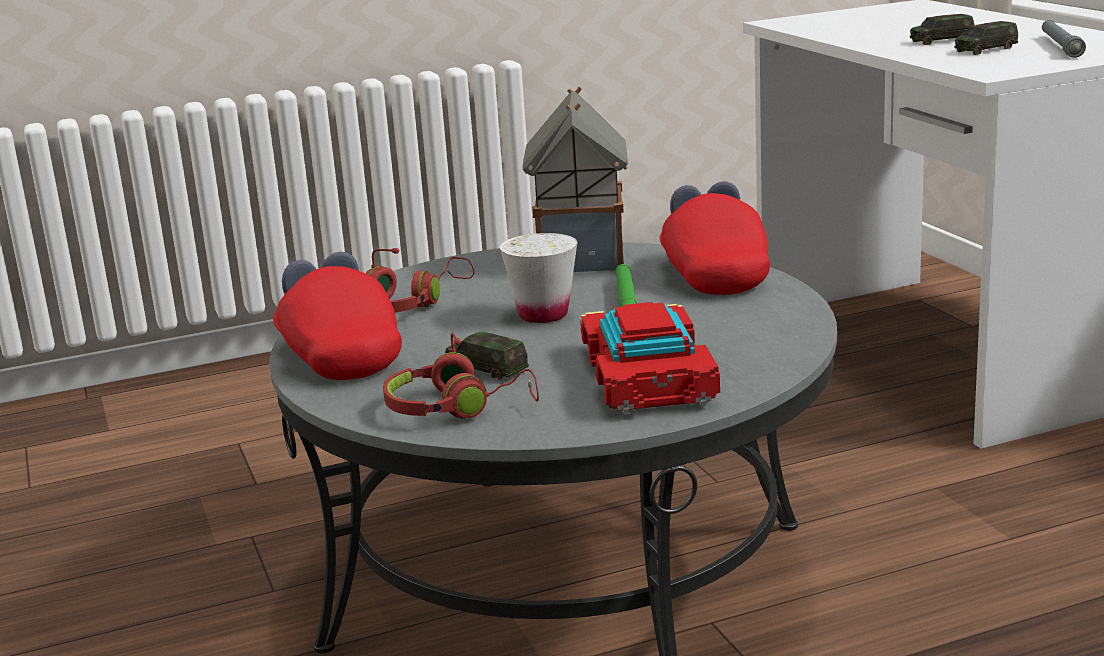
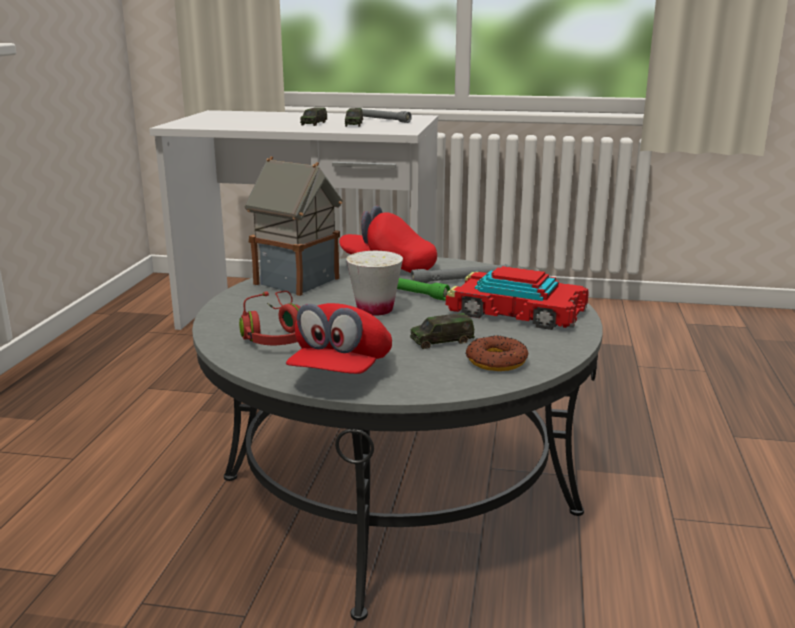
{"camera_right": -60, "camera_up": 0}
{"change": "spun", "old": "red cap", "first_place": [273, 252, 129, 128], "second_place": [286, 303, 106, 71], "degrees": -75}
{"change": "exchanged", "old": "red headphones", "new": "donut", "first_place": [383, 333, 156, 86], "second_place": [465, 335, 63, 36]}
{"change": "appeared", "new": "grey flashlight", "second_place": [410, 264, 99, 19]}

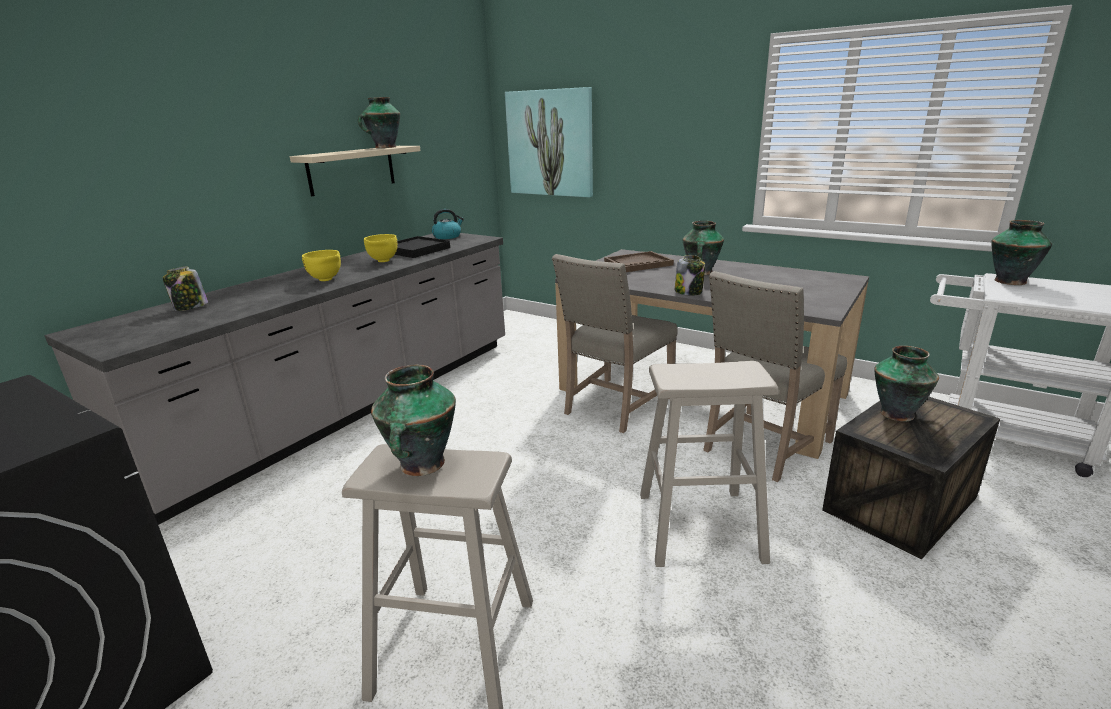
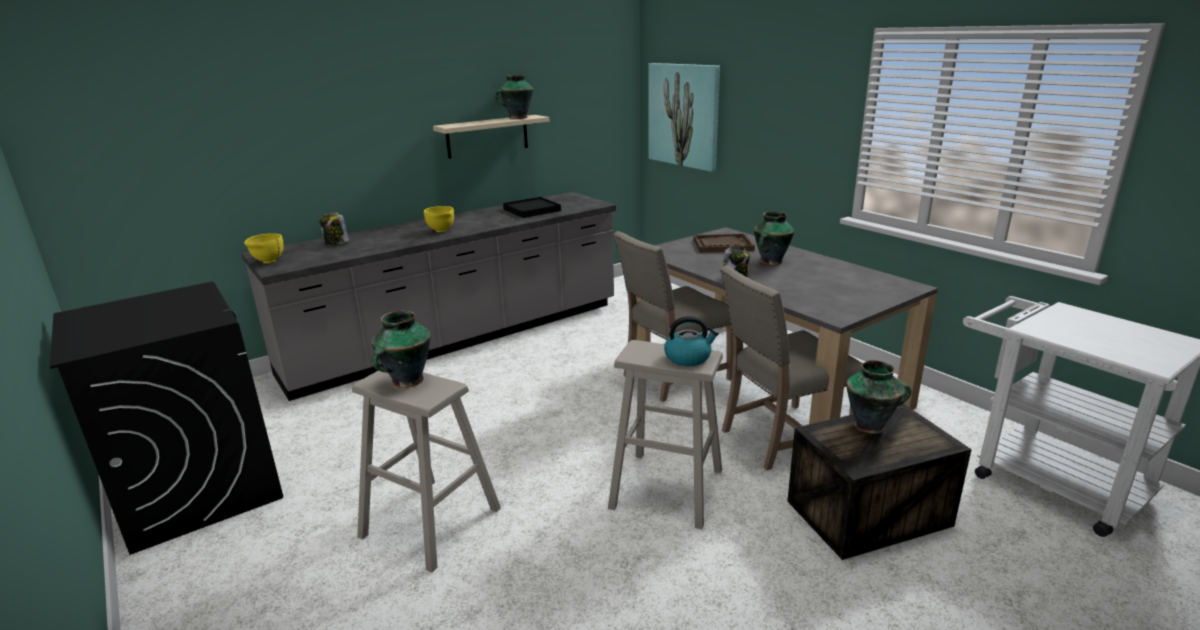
{"camera_right": 20, "camera_up": 0}
{"change": "relocated", "old": "kettle", "first_place": [432, 209, 32, 30], "second_place": [664, 316, 55, 50]}
{"change": "missing", "old": "vase", "first_place": [991, 220, 61, 65]}
{"change": "relocated", "old": "yellow bowl", "first_place": [364, 234, 33, 28], "second_place": [244, 233, 40, 30]}

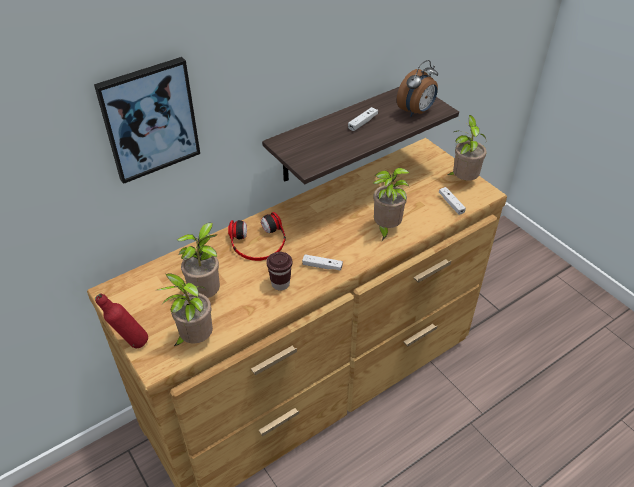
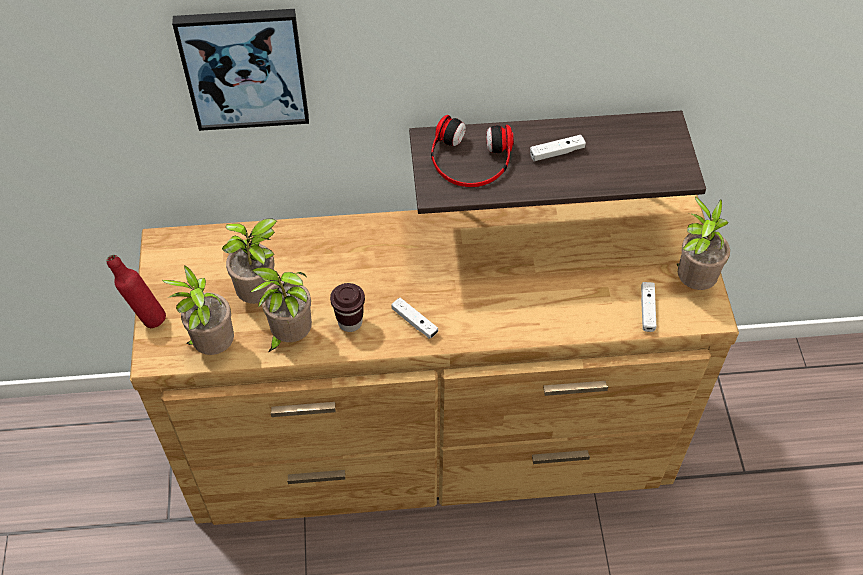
{"camera_right": 30, "camera_up": 10}
{"change": "missing", "old": "alarm clock", "first_place": [397, 60, 41, 57]}
{"change": "relocated", "old": "potted plant", "first_place": [373, 168, 37, 73], "second_place": [250, 267, 62, 85]}
{"change": "relocated", "old": "headphones", "first_place": [228, 212, 58, 49], "second_place": [431, 115, 83, 72]}

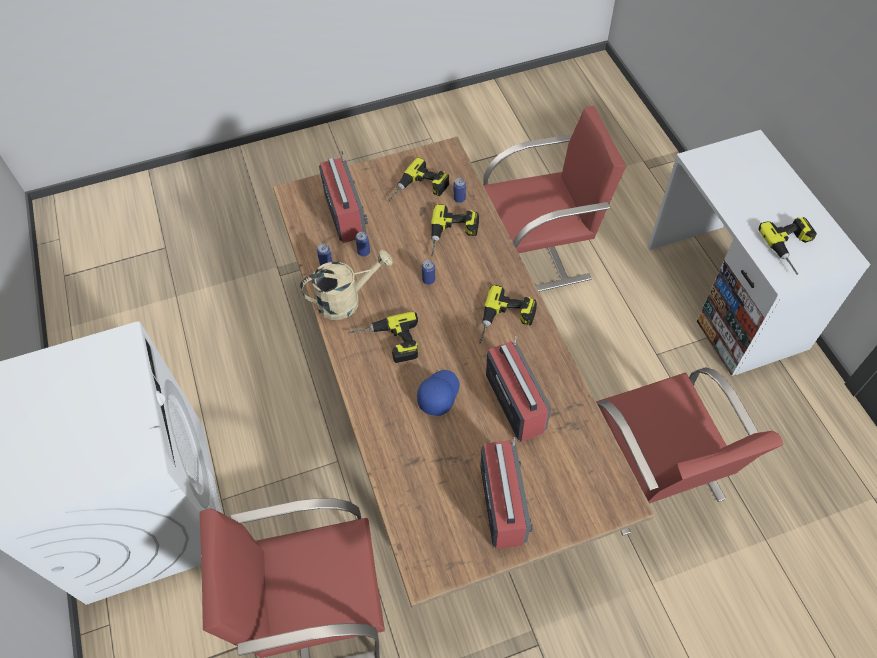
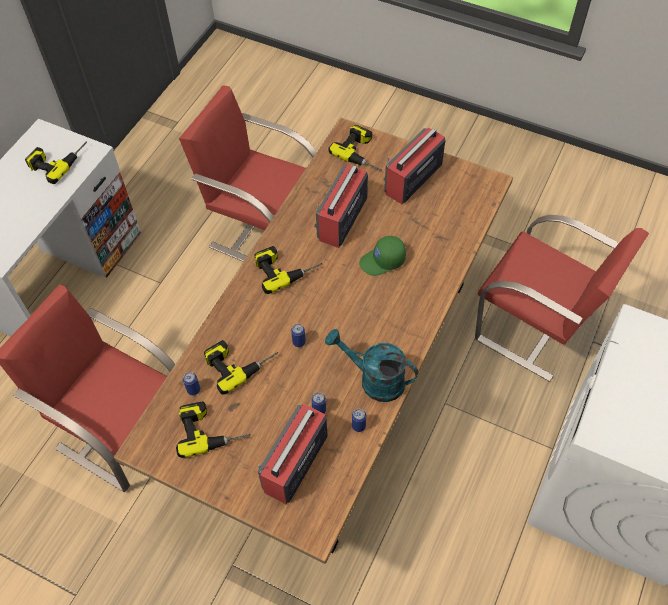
{"camera_right": -135, "camera_up": 0}
{"change": "colour", "old": "beige watering can", "new": "turquoise watering can", "first_place": [300, 250, 93, 70], "second_place": [325, 329, 93, 73]}
{"change": "relocated", "old": "power drill", "first_place": [348, 311, 71, 52], "second_place": [328, 125, 54, 46]}
{"change": "spun", "old": "red chair", "first_place": [596, 367, 188, 168], "second_place": [179, 86, 138, 176], "degrees": -90}
{"change": "colour", "old": "blue cap", "new": "green cap", "first_place": [417, 370, 42, 46], "second_place": [359, 236, 47, 40]}

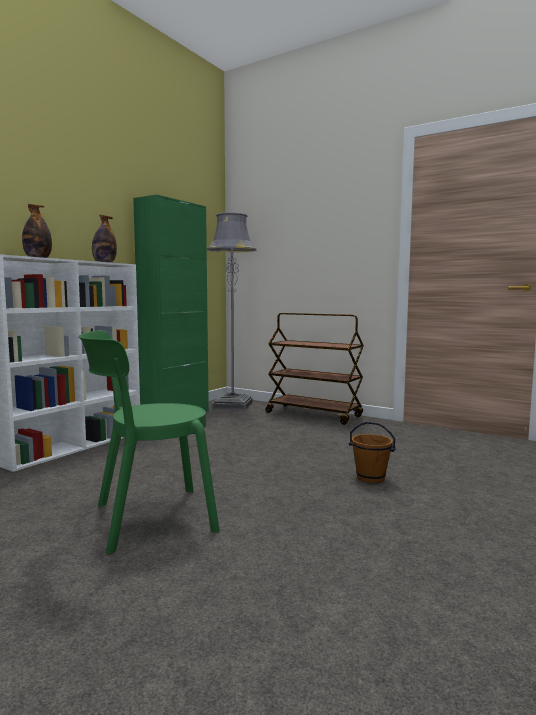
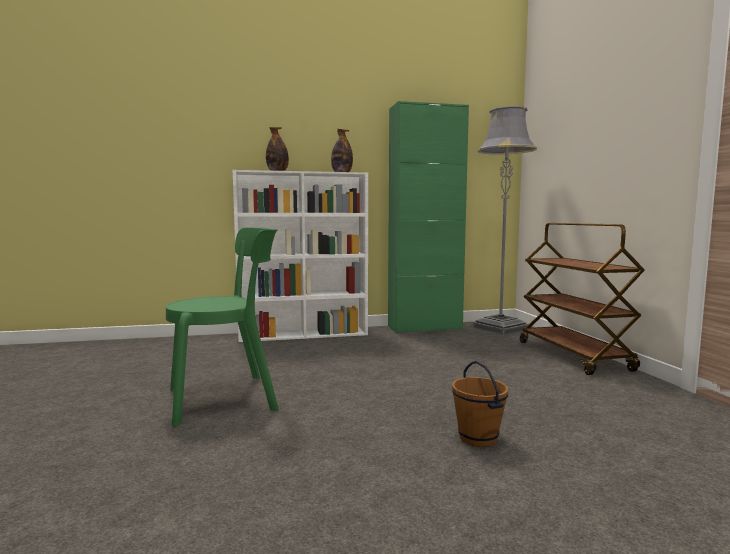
{"camera_right": 45, "camera_up": 0}
{"change": "spun", "old": "green chair", "first_place": [79, 330, 141, 224], "second_place": [166, 227, 113, 199], "degrees": 135}

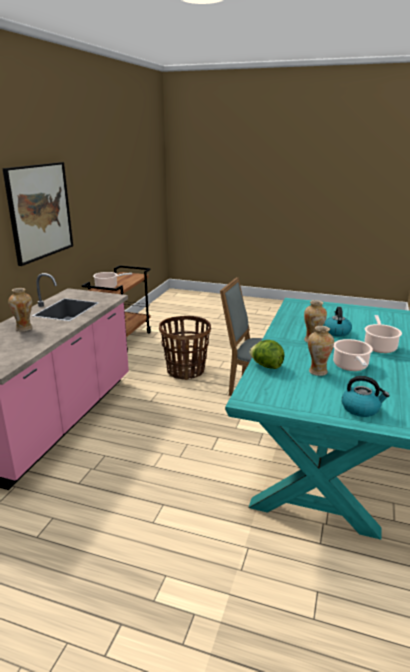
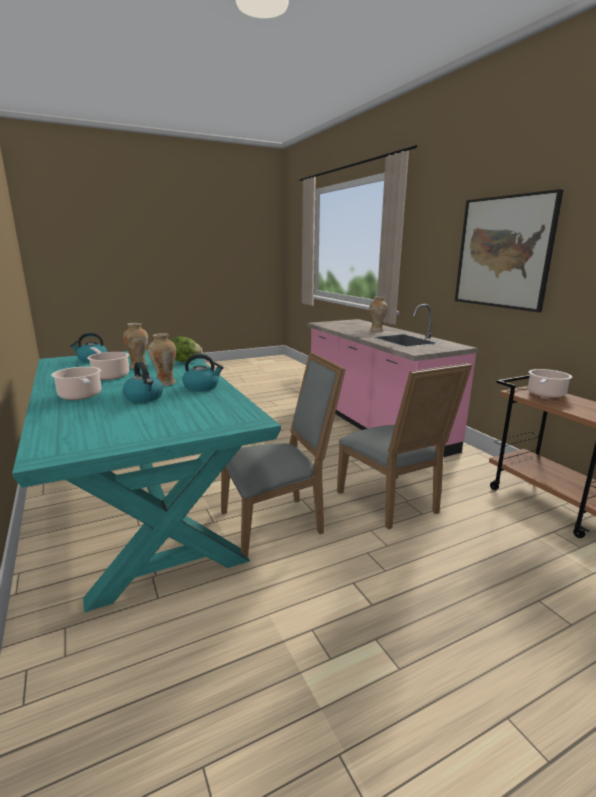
{"camera_right": 135, "camera_up": -5}
{"change": "exchanged", "old": "basket", "new": "grey chair", "first_place": [159, 316, 52, 64], "second_place": [337, 363, 135, 166]}
{"change": "appeared", "new": "kettle", "second_place": [182, 354, 42, 37]}

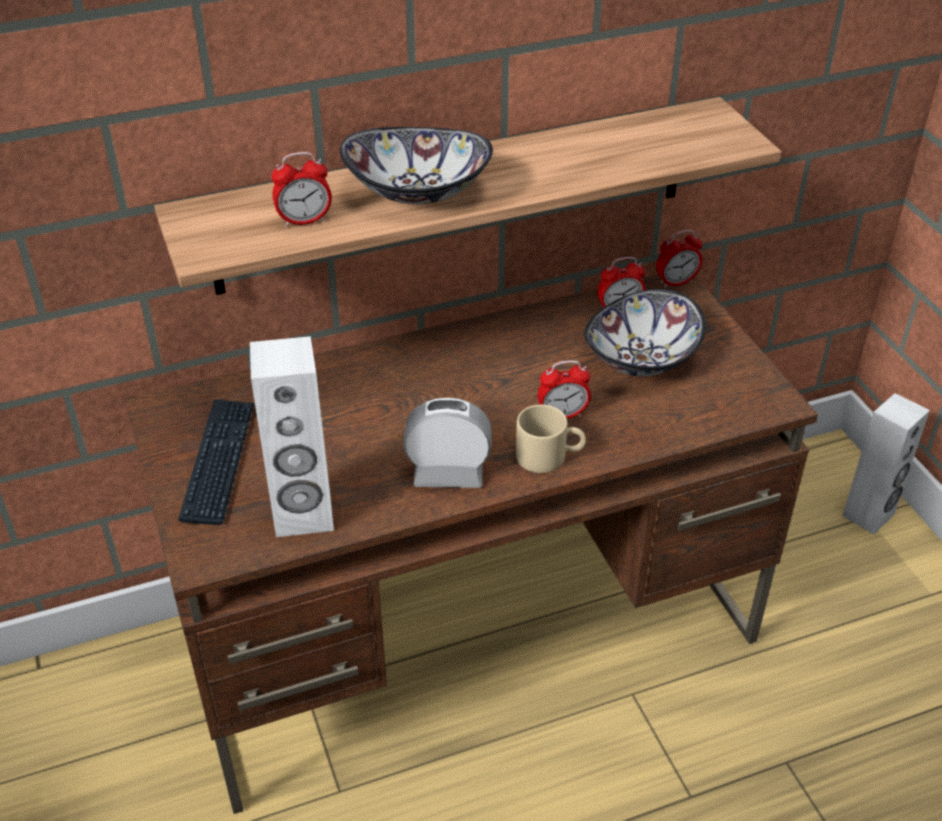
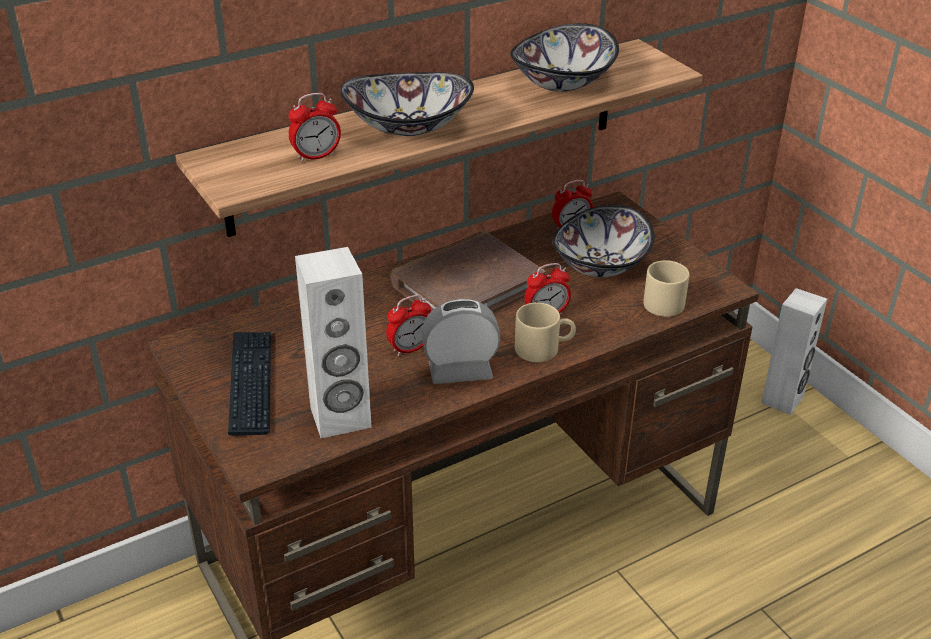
{"camera_right": -10, "camera_up": -5}
{"change": "relocated", "old": "alarm clock", "first_place": [656, 230, 47, 58], "second_place": [386, 295, 45, 61]}
{"change": "appeared", "new": "bowl", "second_place": [510, 23, 109, 69]}
{"change": "appeared", "new": "brown book", "second_place": [390, 231, 155, 84]}
{"change": "appeared", "new": "beige mug", "second_place": [643, 260, 46, 57]}

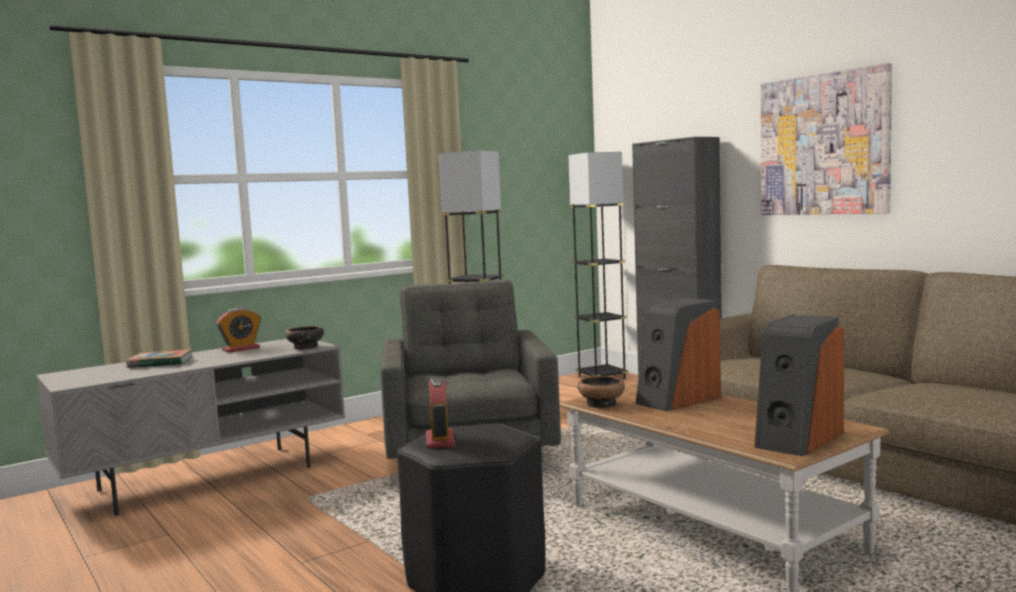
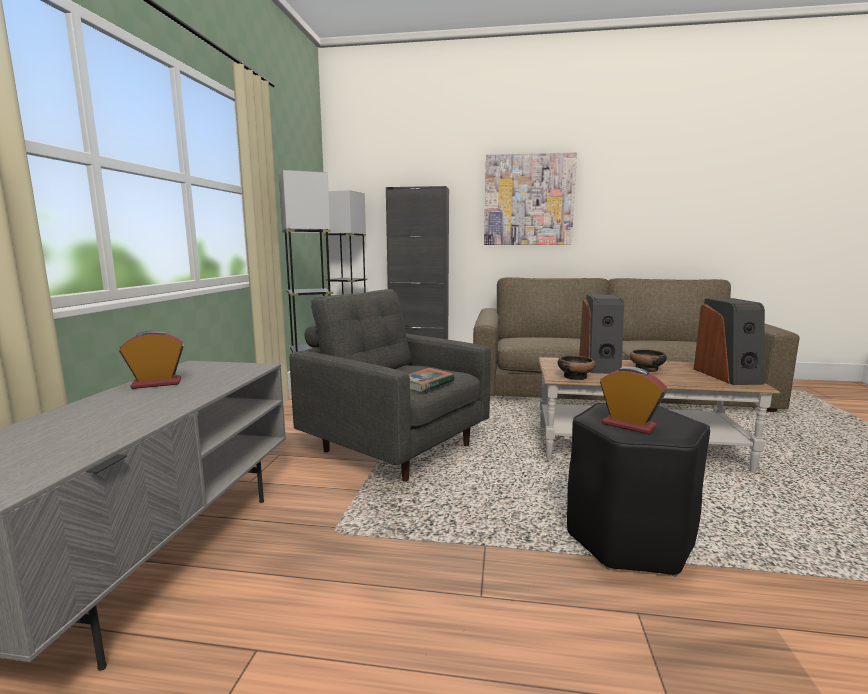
{"camera_right": -45, "camera_up": 5}
{"change": "spun", "old": "alarm clock", "first_place": [216, 308, 45, 45], "second_place": [119, 330, 65, 59], "degrees": -120}
{"change": "relocated", "old": "bowl", "first_place": [285, 326, 39, 24], "second_place": [630, 349, 37, 23]}
{"change": "relocated", "old": "book", "first_place": [126, 349, 67, 19], "second_place": [409, 368, 46, 24]}

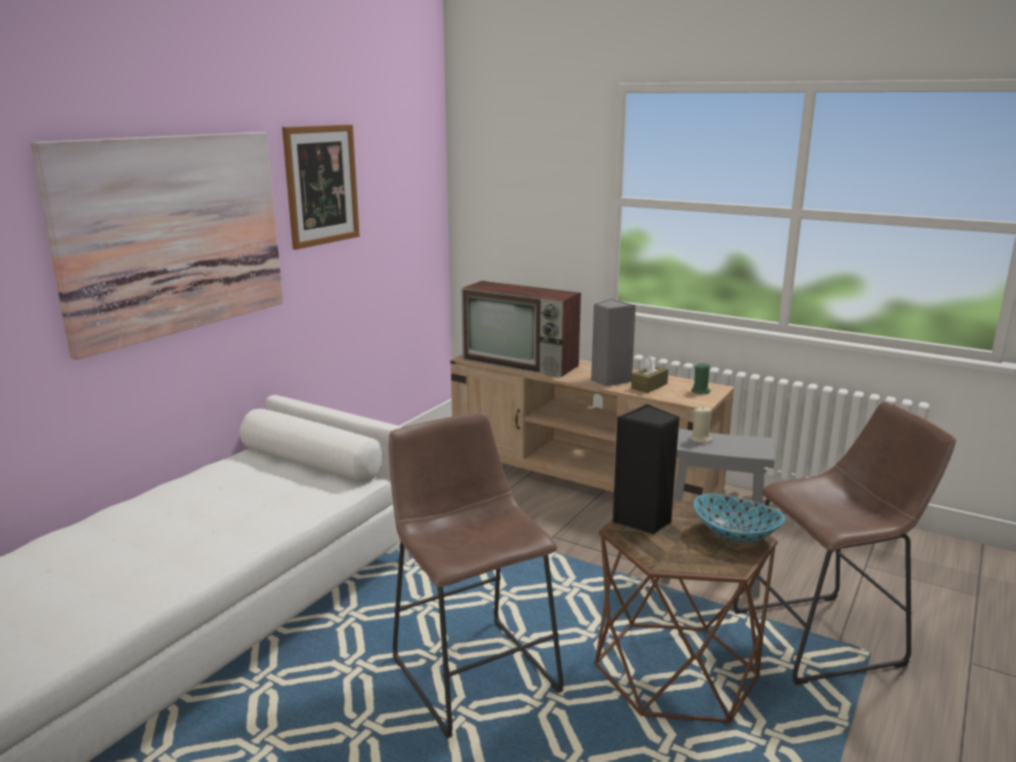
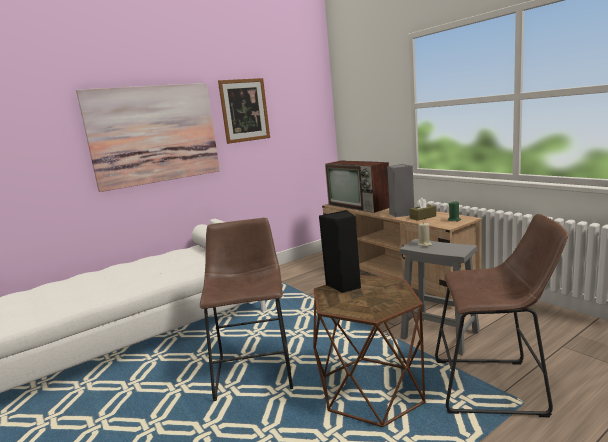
{"camera_right": 25, "camera_up": -5}
{"change": "missing", "old": "bowl", "first_place": [694, 494, 91, 49]}

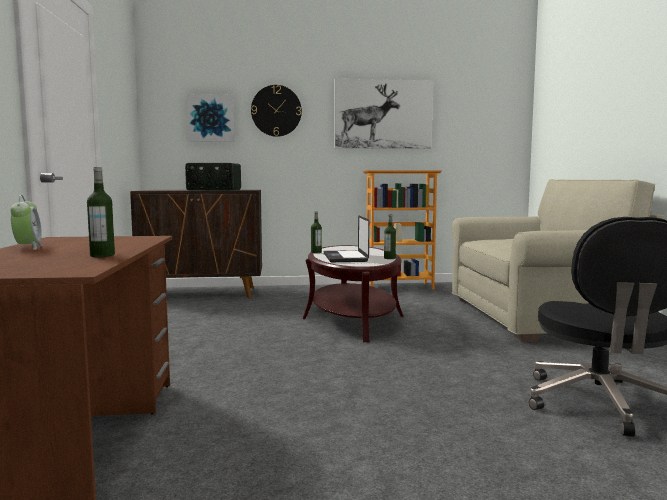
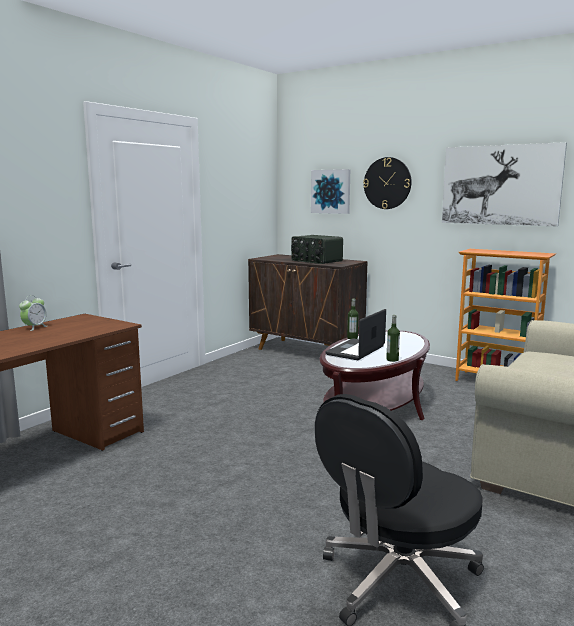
{"camera_right": 40, "camera_up": 5}
{"change": "missing", "old": "bottle", "first_place": [87, 167, 28, 90]}

